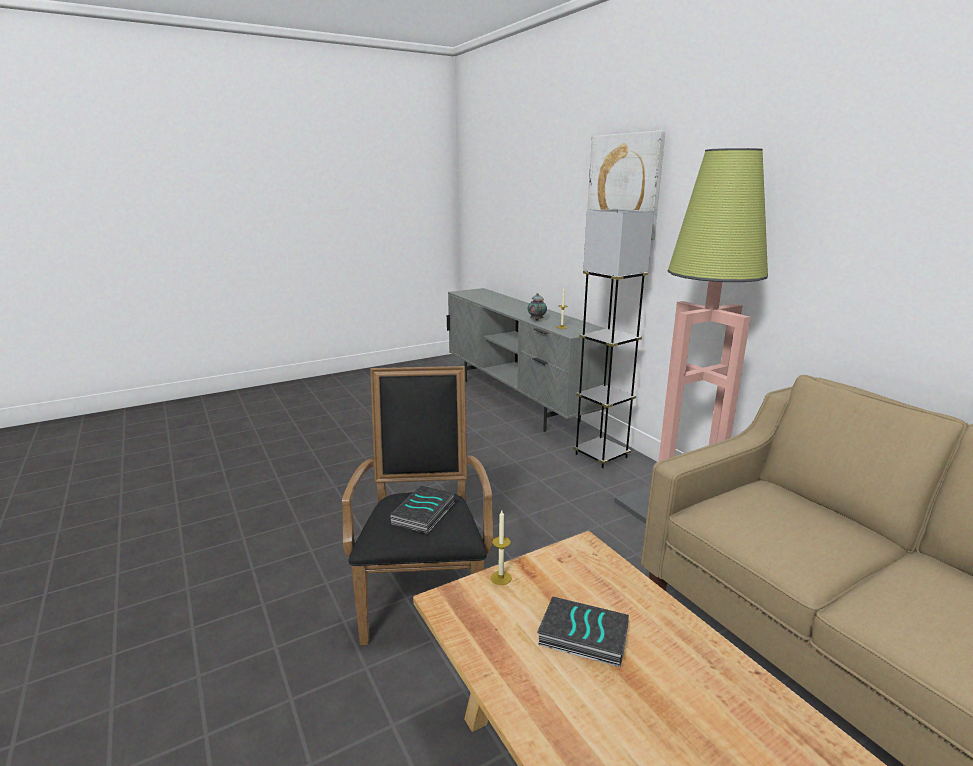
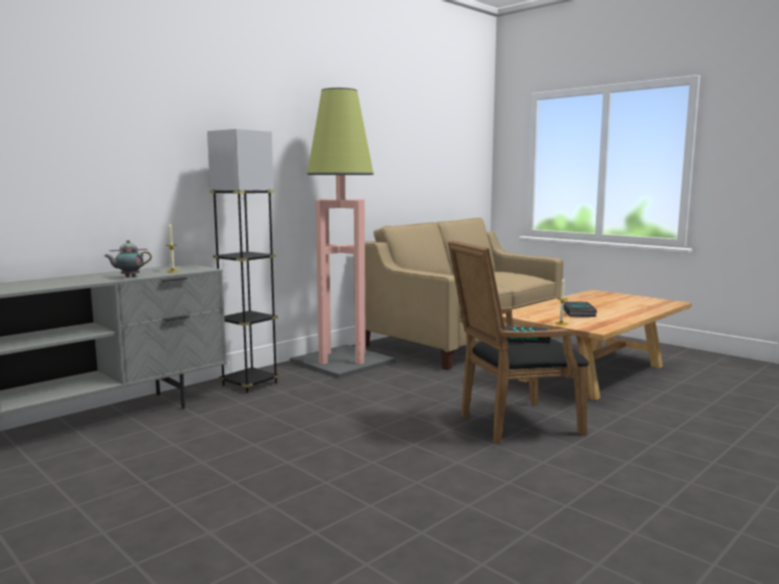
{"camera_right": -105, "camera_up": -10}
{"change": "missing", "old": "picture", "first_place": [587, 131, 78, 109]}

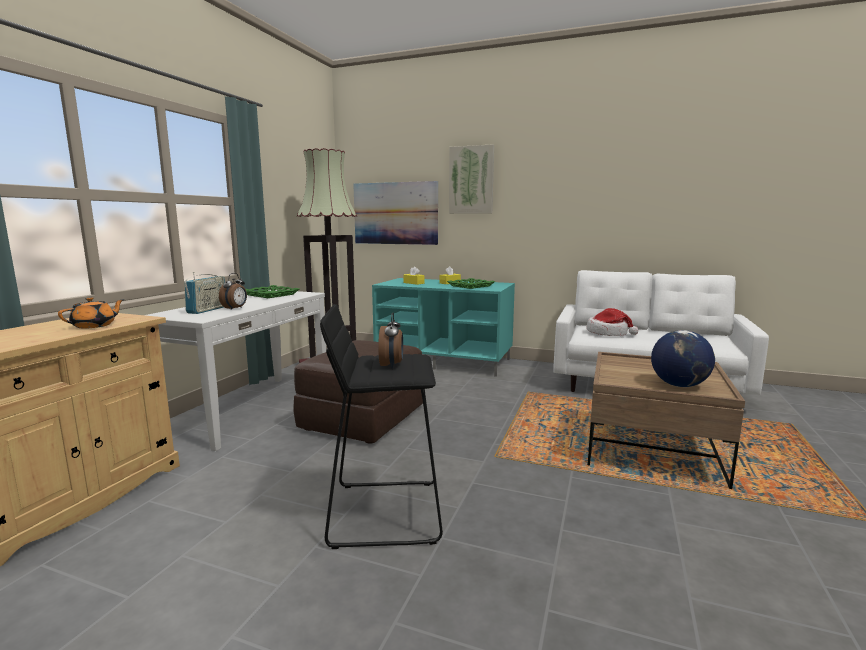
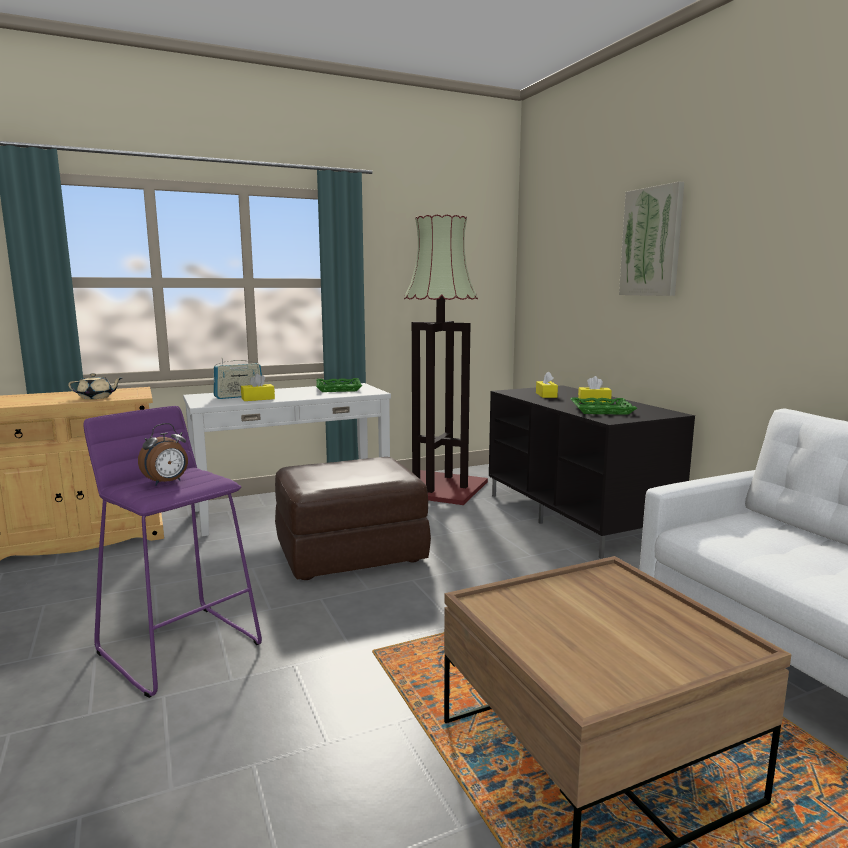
{"camera_right": 45, "camera_up": 0}
{"change": "missing", "old": "picture", "first_place": [353, 181, 85, 64]}
{"change": "exchanged", "old": "alarm clock", "new": "yellow tissue box", "first_place": [219, 273, 28, 37], "second_place": [241, 374, 34, 27]}
{"change": "colour", "old": "turquoise tv stand", "new": "black tv stand", "first_place": [372, 278, 143, 99], "second_place": [489, 385, 206, 174]}
{"change": "colour", "old": "orange teapot", "new": "beige teapot", "first_place": [58, 297, 67, 32], "second_place": [68, 373, 54, 26]}
{"change": "colour", "old": "black stool", "new": "purple stool", "first_place": [320, 304, 123, 245], "second_place": [83, 406, 179, 292]}
{"change": "missing", "old": "hat", "first_place": [587, 308, 51, 28]}
{"change": "missing", "old": "globe", "first_place": [651, 330, 64, 57]}

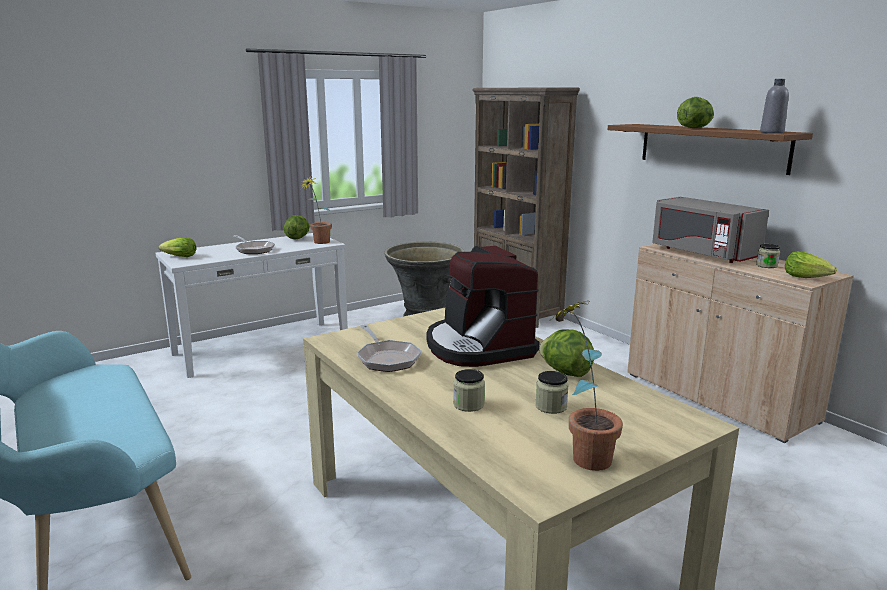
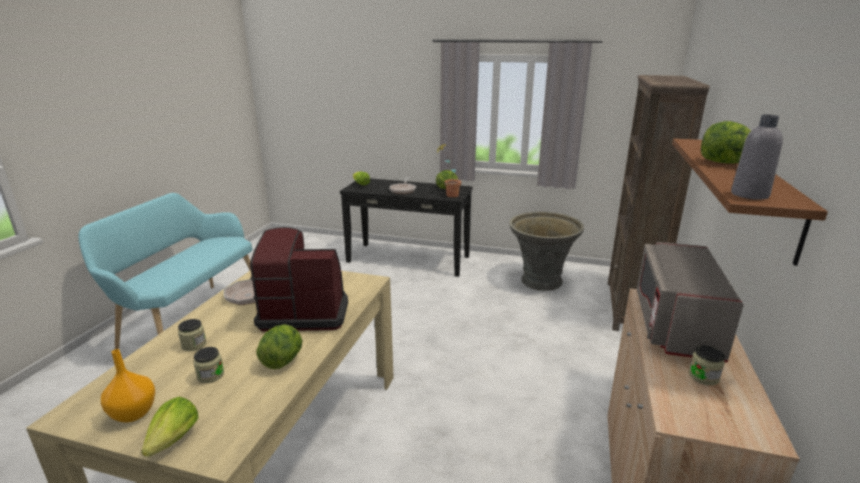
{"camera_right": 50, "camera_up": 5}
{"change": "colour", "old": "white console table", "new": "black console table", "first_place": [156, 233, 192, 145], "second_place": [340, 178, 133, 99]}
{"change": "spun", "old": "coffee machine", "first_place": [426, 246, 113, 121], "second_place": [250, 227, 98, 104], "degrees": 60}
{"change": "relocated", "old": "lettuce", "first_place": [785, 251, 52, 27], "second_place": [141, 397, 57, 60]}
{"change": "exchanged", "old": "potted plant", "new": "orange vase", "first_place": [555, 301, 68, 170], "second_place": [101, 349, 54, 74]}

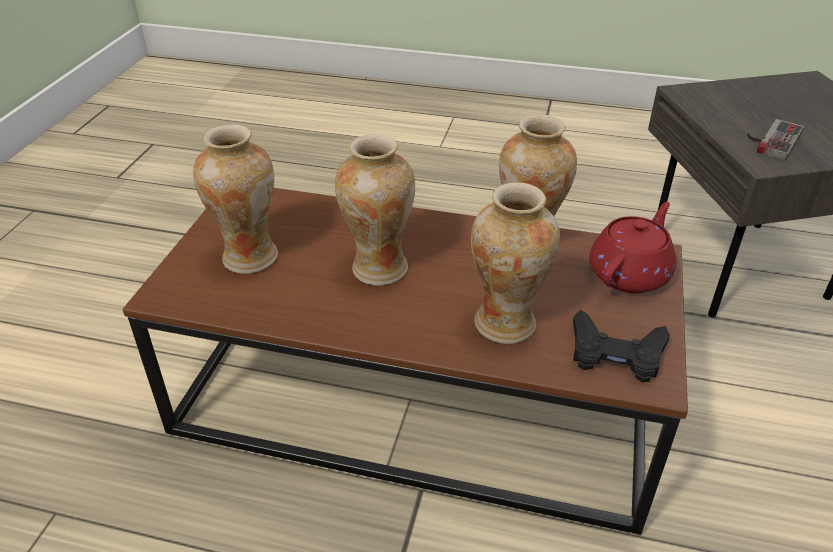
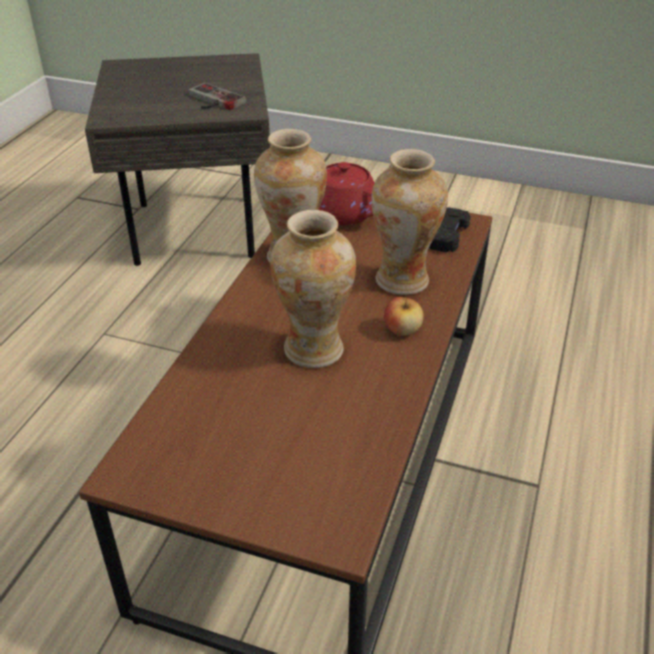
{"camera_right": -85, "camera_up": 0}
{"change": "missing", "old": "vase", "first_place": [193, 124, 85, 150]}
{"change": "appeared", "new": "apple", "second_place": [384, 296, 39, 40]}

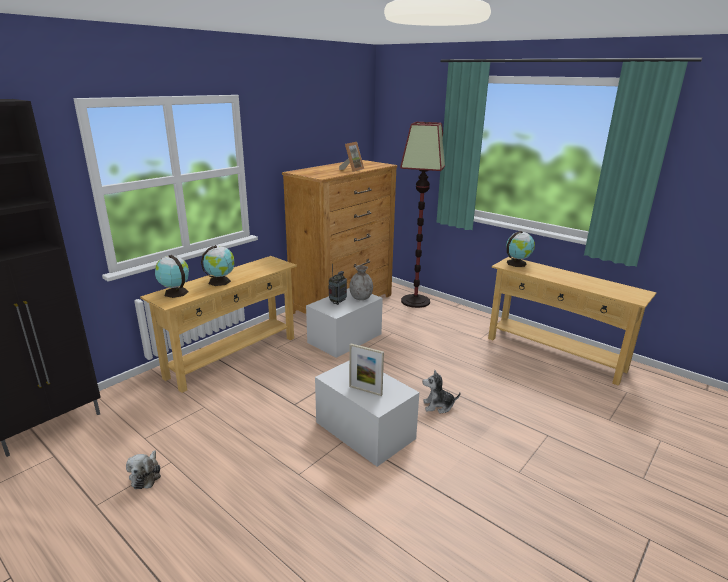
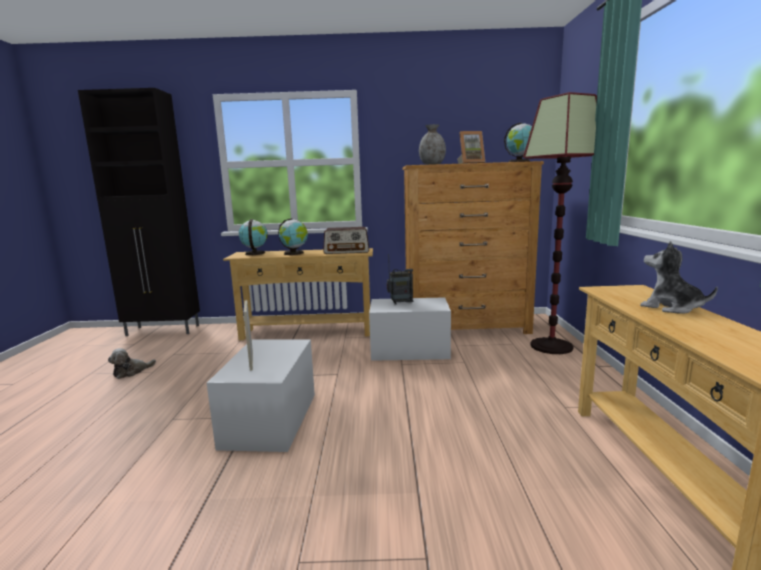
{"camera_right": 50, "camera_up": -10}
{"change": "relocated", "old": "globe", "first_place": [506, 231, 29, 36], "second_place": [504, 122, 28, 40]}
{"change": "relocated", "old": "grey vase", "first_place": [349, 265, 24, 35], "second_place": [419, 124, 27, 41]}
{"change": "relocated", "old": "plush toy", "first_place": [423, 370, 37, 44], "second_place": [640, 241, 78, 73]}
{"change": "appeared", "new": "radio", "second_place": [323, 227, 46, 27]}

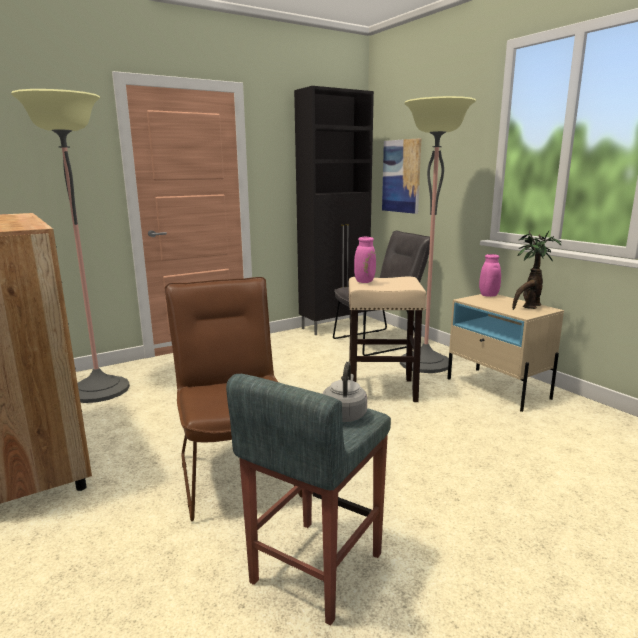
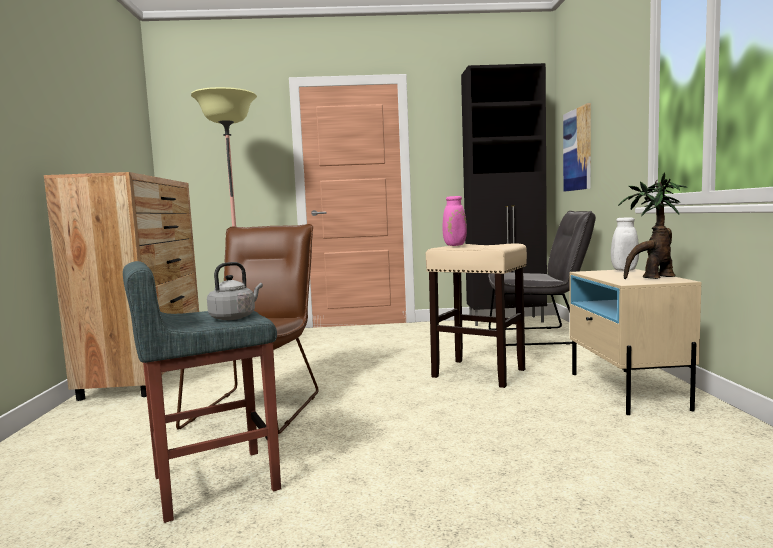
{"camera_right": 30, "camera_up": -10}
{"change": "missing", "old": "floor lamp", "first_place": [400, 96, 76, 277]}
{"change": "colour", "old": "pink vase", "new": "white vase", "first_place": [479, 254, 22, 43], "second_place": [611, 218, 28, 53]}

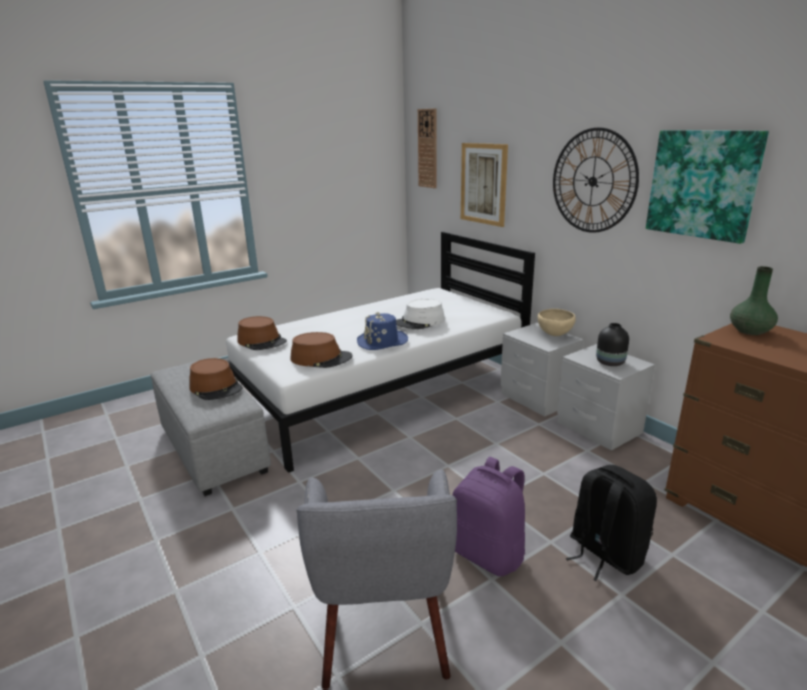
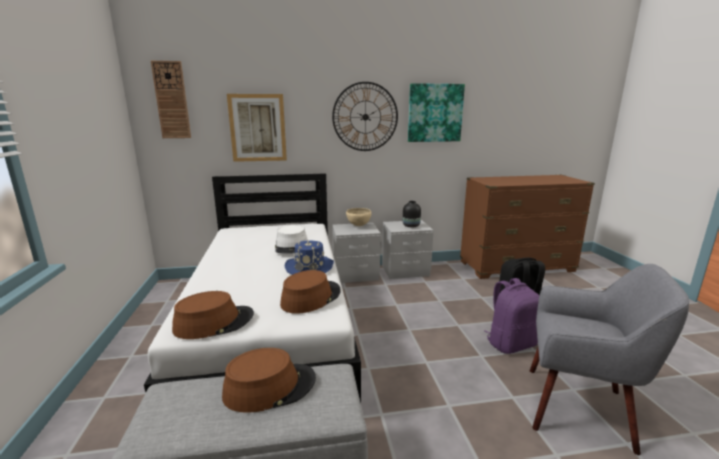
{"camera_right": -65, "camera_up": -5}
{"change": "missing", "old": "green vase", "first_place": [730, 266, 48, 69]}

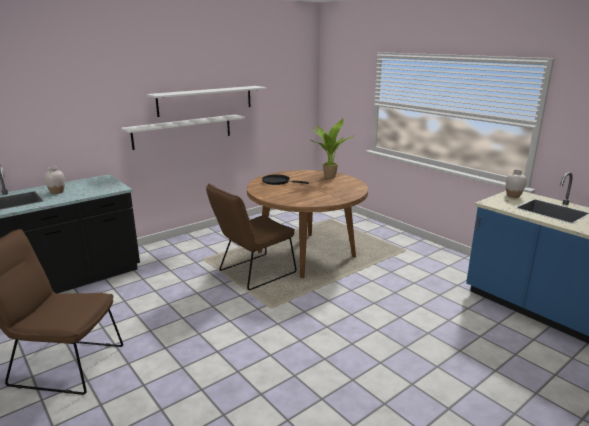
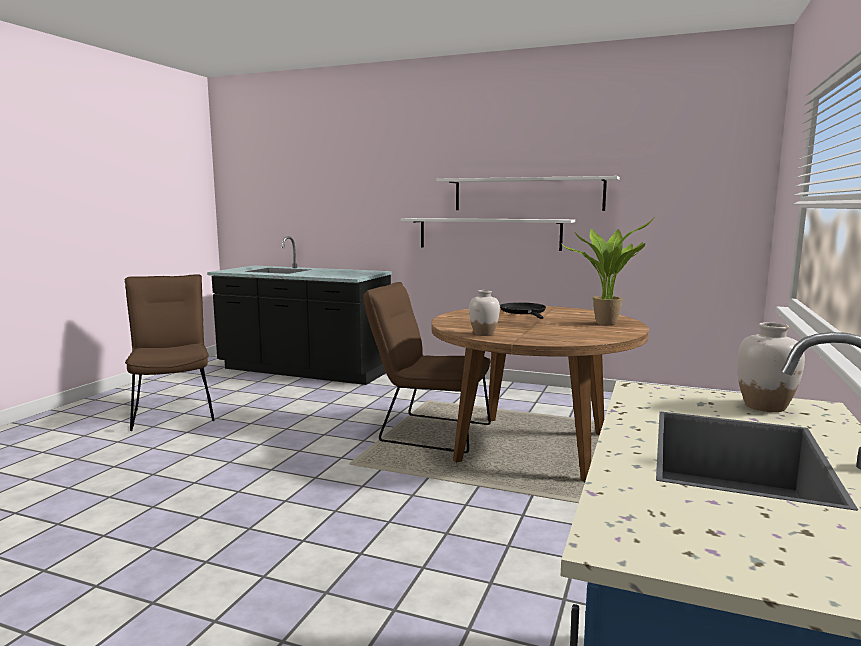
{"camera_right": 60, "camera_up": -10}
{"change": "relocated", "old": "white vase", "first_place": [44, 167, 21, 27], "second_place": [469, 290, 31, 46]}

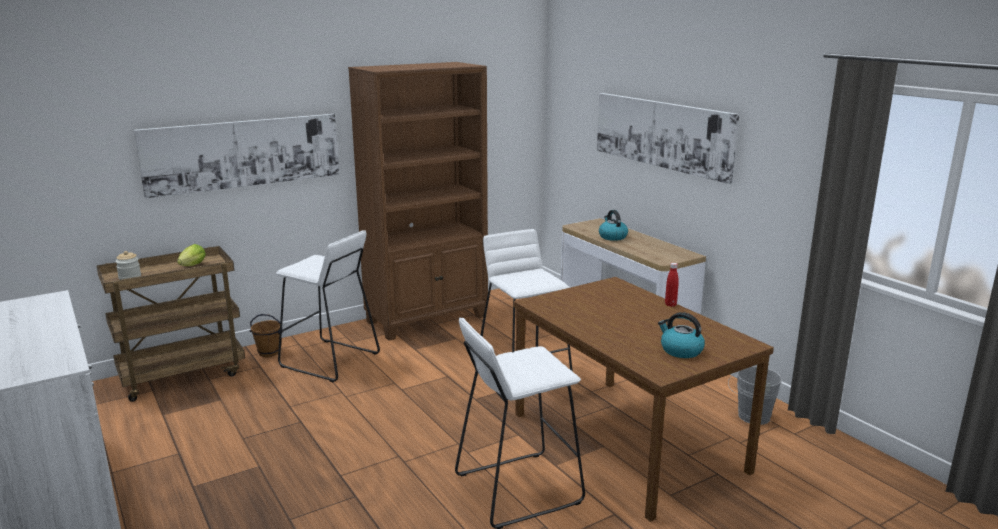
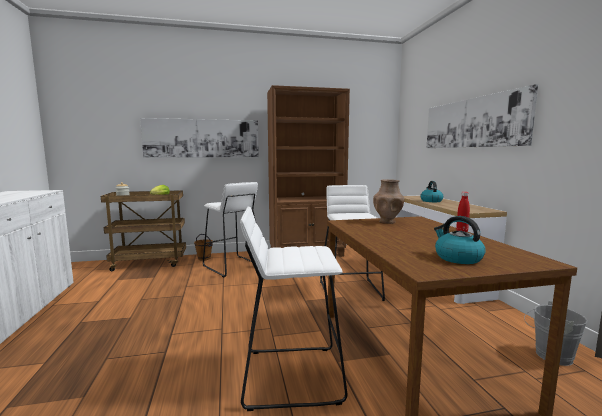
{"camera_right": 20, "camera_up": -10}
{"change": "appeared", "new": "brown vase", "second_place": [373, 179, 31, 45]}

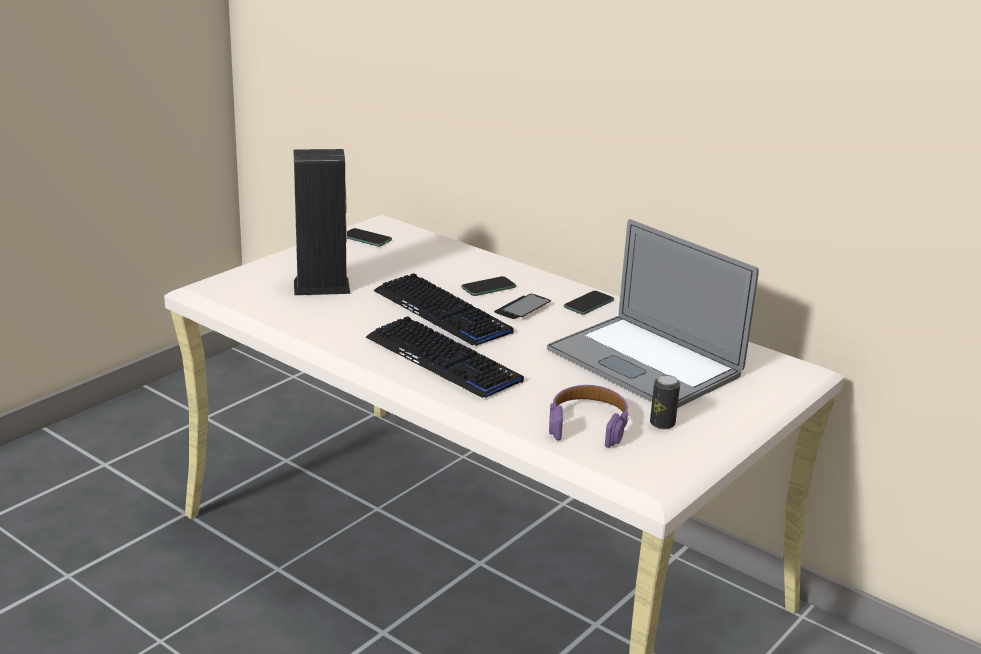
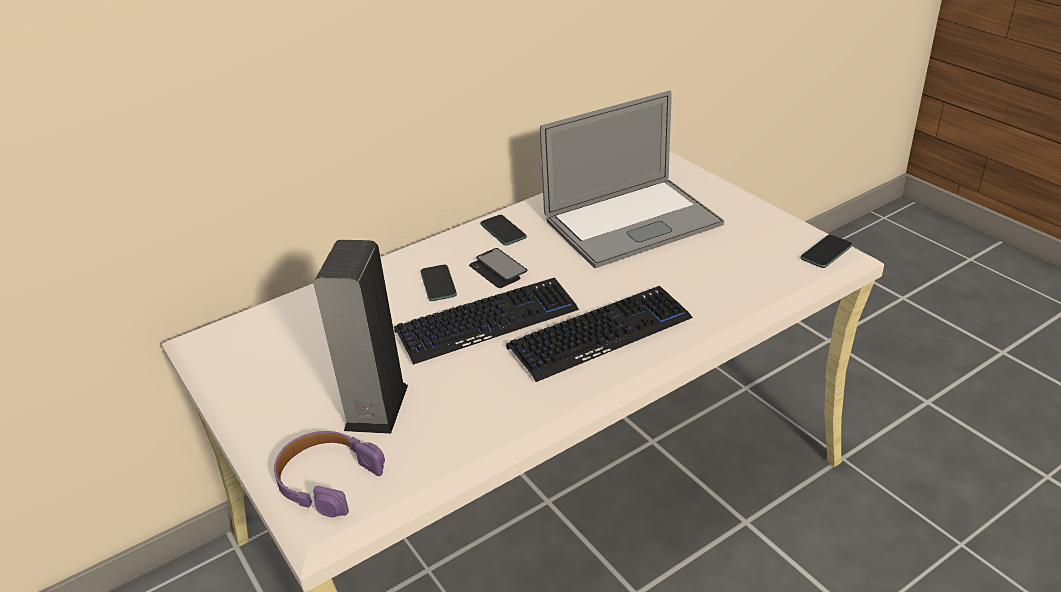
{"camera_right": -70, "camera_up": 10}
{"change": "relocated", "old": "phone", "first_place": [347, 228, 45, 19], "second_place": [800, 234, 53, 34]}
{"change": "missing", "old": "can", "first_place": [650, 375, 30, 54]}
{"change": "relocated", "old": "purple headphones", "first_place": [549, 385, 80, 63], "second_place": [274, 431, 111, 87]}

